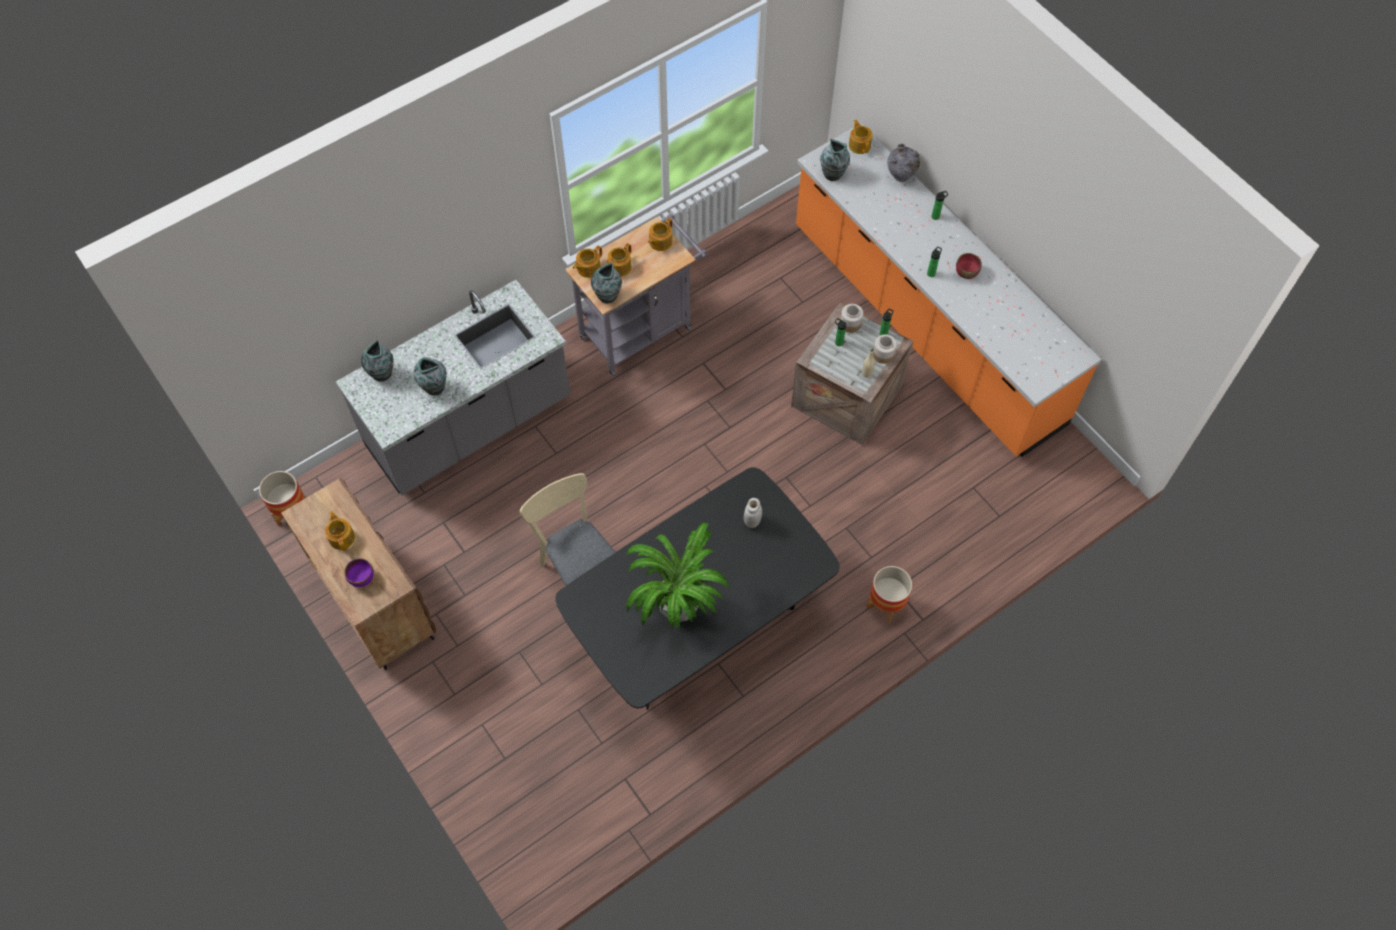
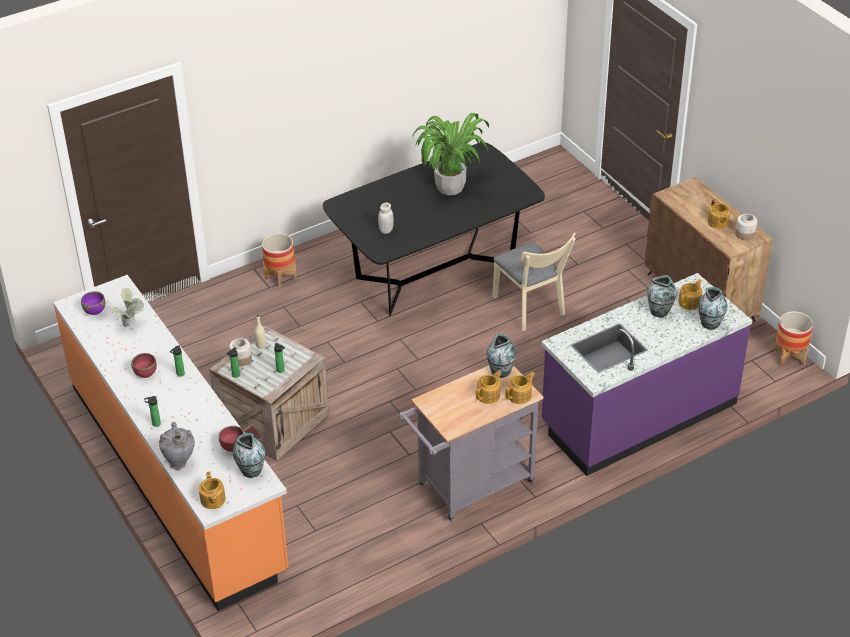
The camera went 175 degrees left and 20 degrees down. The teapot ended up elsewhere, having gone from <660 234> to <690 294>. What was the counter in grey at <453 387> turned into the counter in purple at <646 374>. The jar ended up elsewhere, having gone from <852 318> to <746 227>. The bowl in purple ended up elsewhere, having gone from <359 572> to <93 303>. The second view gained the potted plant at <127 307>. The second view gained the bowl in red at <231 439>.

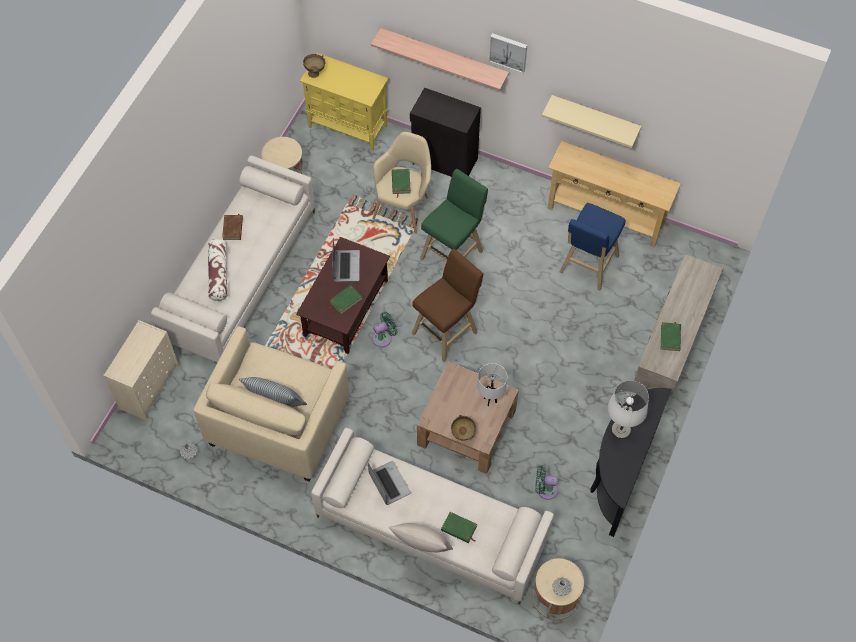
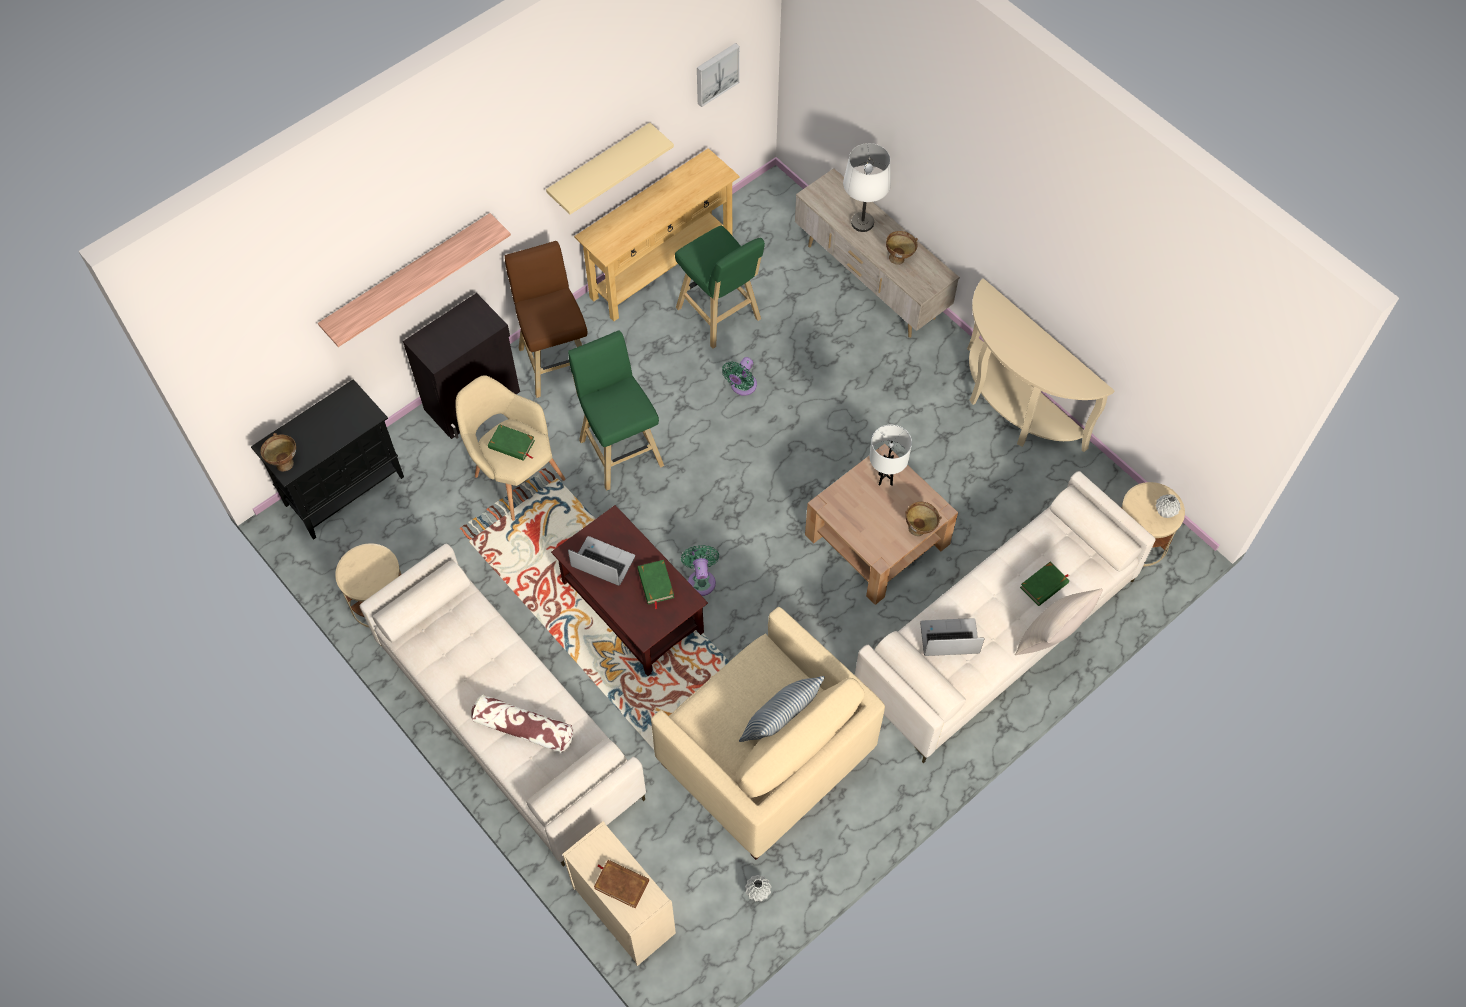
The camera went 65 degrees left and 0 degrees up. The picture ended up elsewhere, having gone from <508 53> to <718 75>. What was the cabinet in yellow at <344 102> turned into the cabinet in black at <327 459>. What was the stool in blue at <593 246> turned into the stool in green at <720 287>. The book in brown ended up elsewhere, having gone from <232 227> to <621 884>. The stool in brown ended up elsewhere, having gone from <447 305> to <546 319>. Where the book in green stood at <671 336>, the bowl in brown came to stand at <902 248>. The table lamp in white ended up elsewhere, having gone from <628 409> to <867 187>. What was the console table in black at <631 462> turned into the console table in beige at <1041 365>. The fan in green ended up elsewhere, having gone from <546 483> to <739 376>.

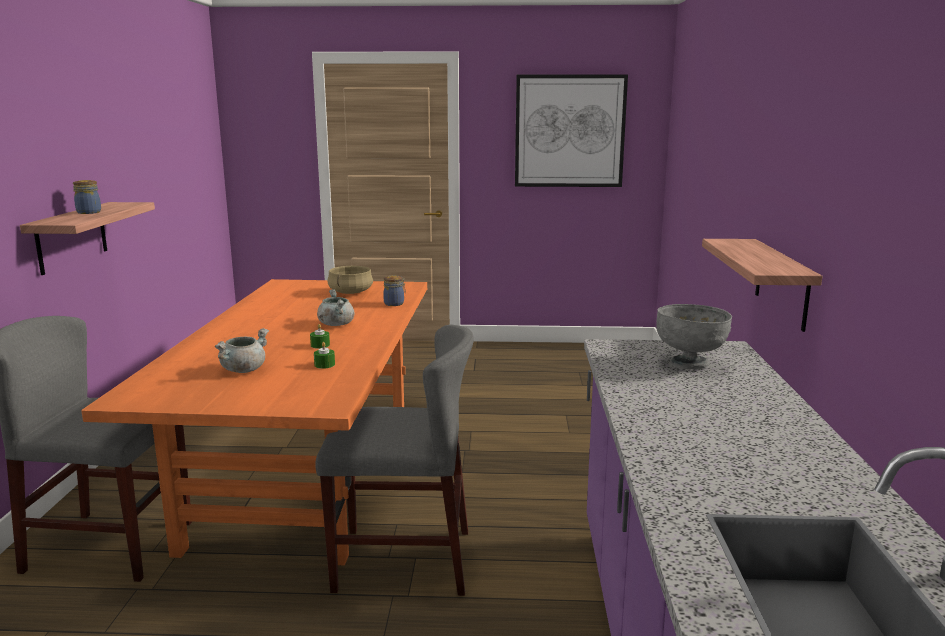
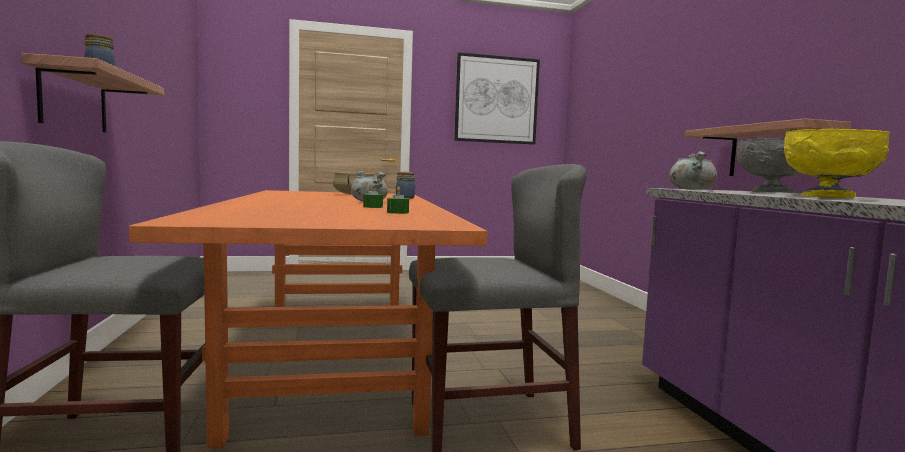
The camera went 15 degrees left and 10 degrees down. The cooking pot in grey ended up elsewhere, having gone from <242 350> to <693 170>. The second view gained the bowl in yellow at <837 163>.

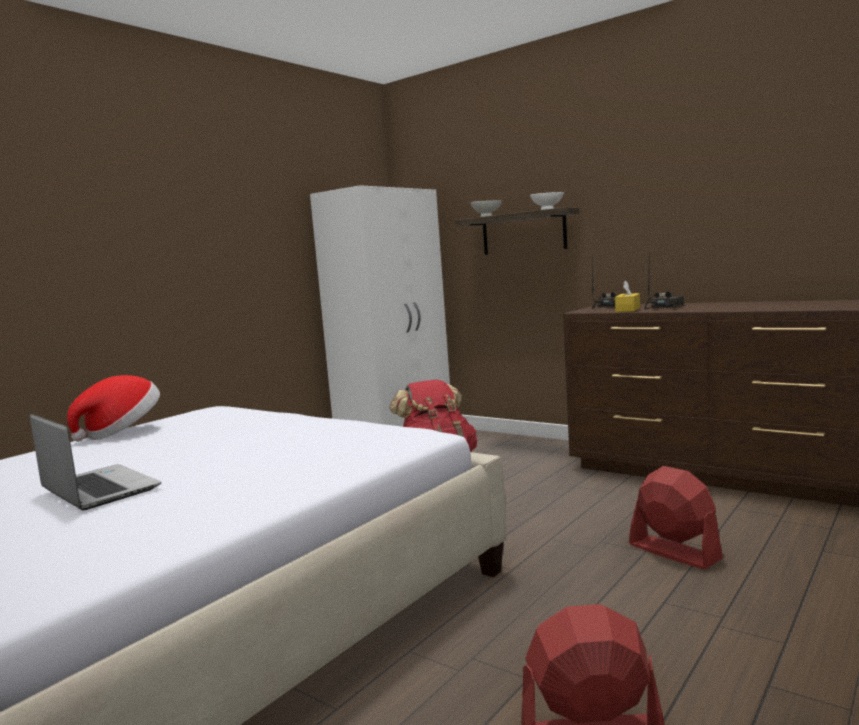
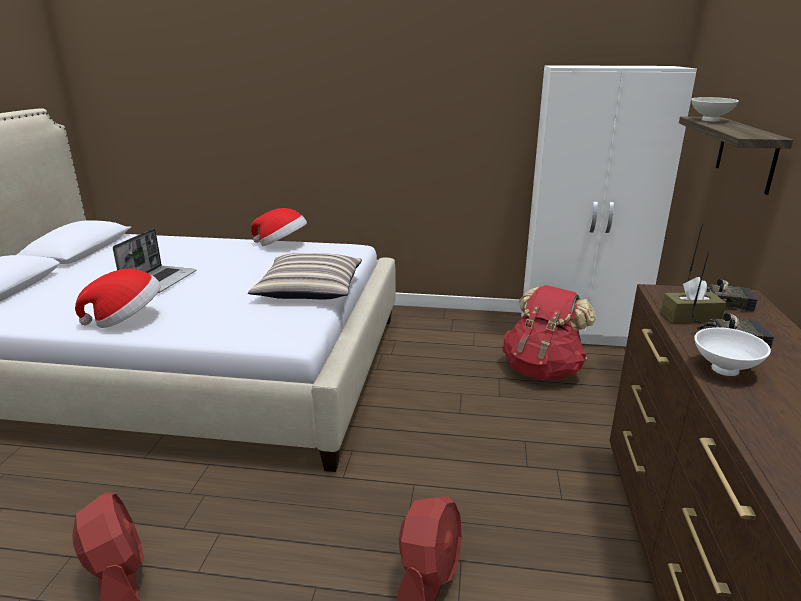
The camera went 60 degrees right and 15 degrees up. The bowl in white ended up elsewhere, having gone from <547 201> to <732 351>. What was the tissue box in yellow at <627 296> turned into the tissue box in brown at <693 300>. The second view gained the pillow at <305 276>. The second view gained the hat at <118 298>.

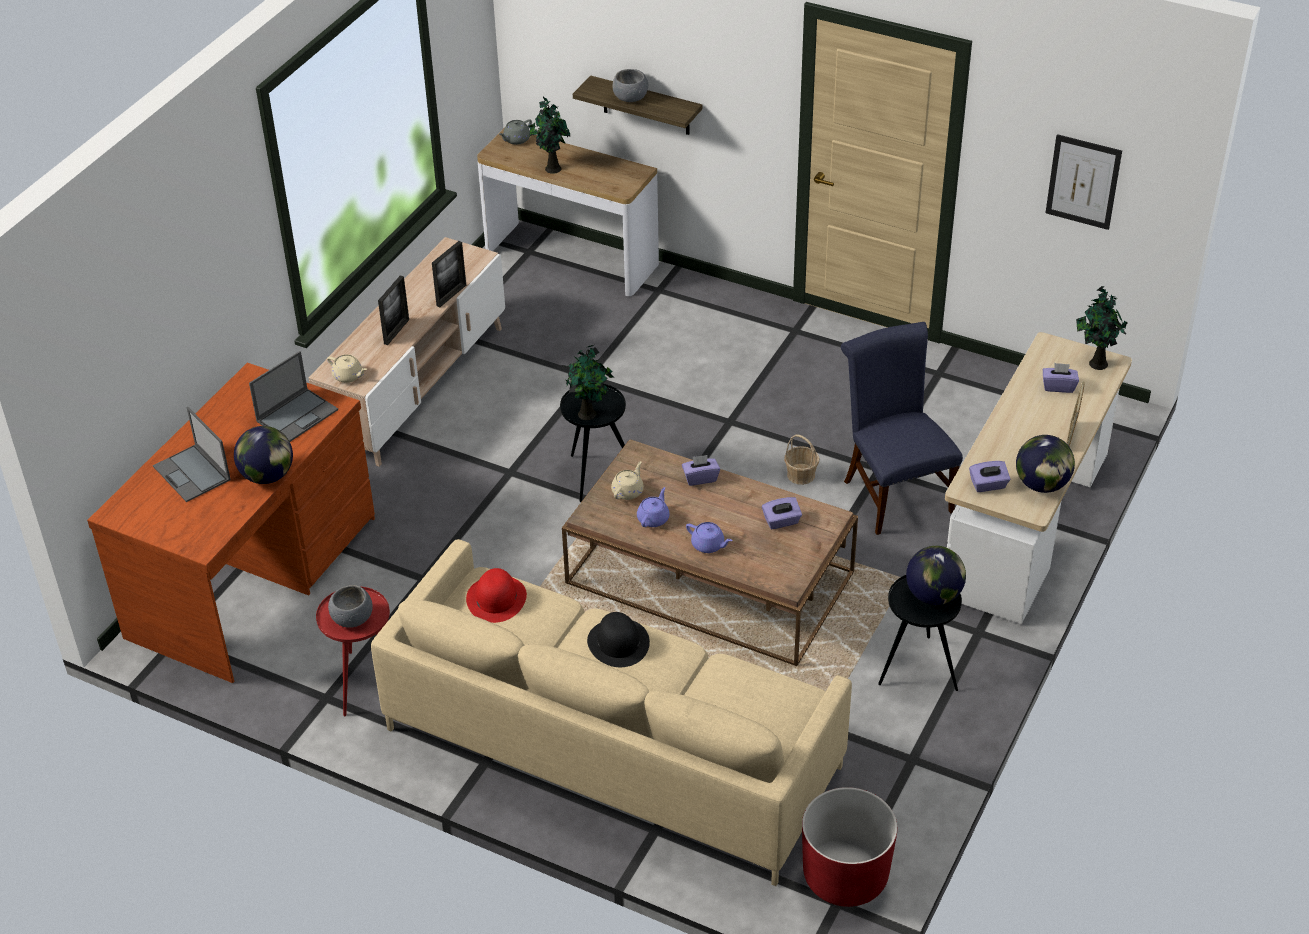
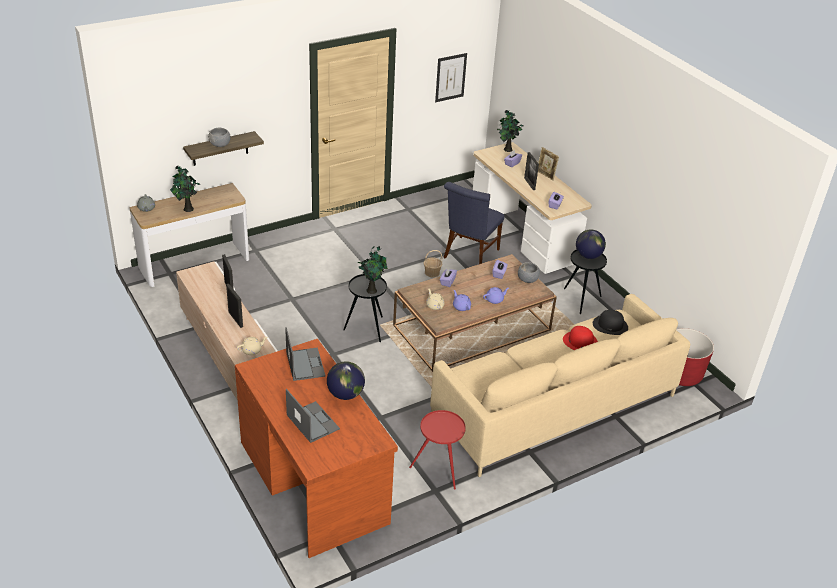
The camera went 60 degrees left and 5 degrees down. The chair in blue at <902 428> ended up facing another way, 75 degrees counterclockwise from before. The laptop at <192 454> ended up facing another way, 120 degrees counterclockwise from before. The second view lost the globe at <1045 464>. The hat in red ended up elsewhere, having gone from <496 595> to <580 338>. The bowl in grey ended up elsewhere, having gone from <350 606> to <529 272>. The hat in black ended up elsewhere, having gone from <618 639> to <610 322>. The second view gained the picture frame at <531 171>.

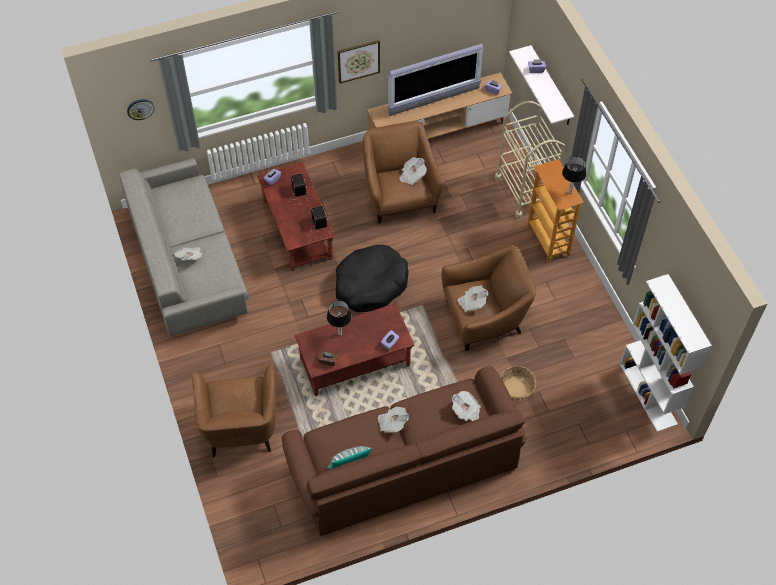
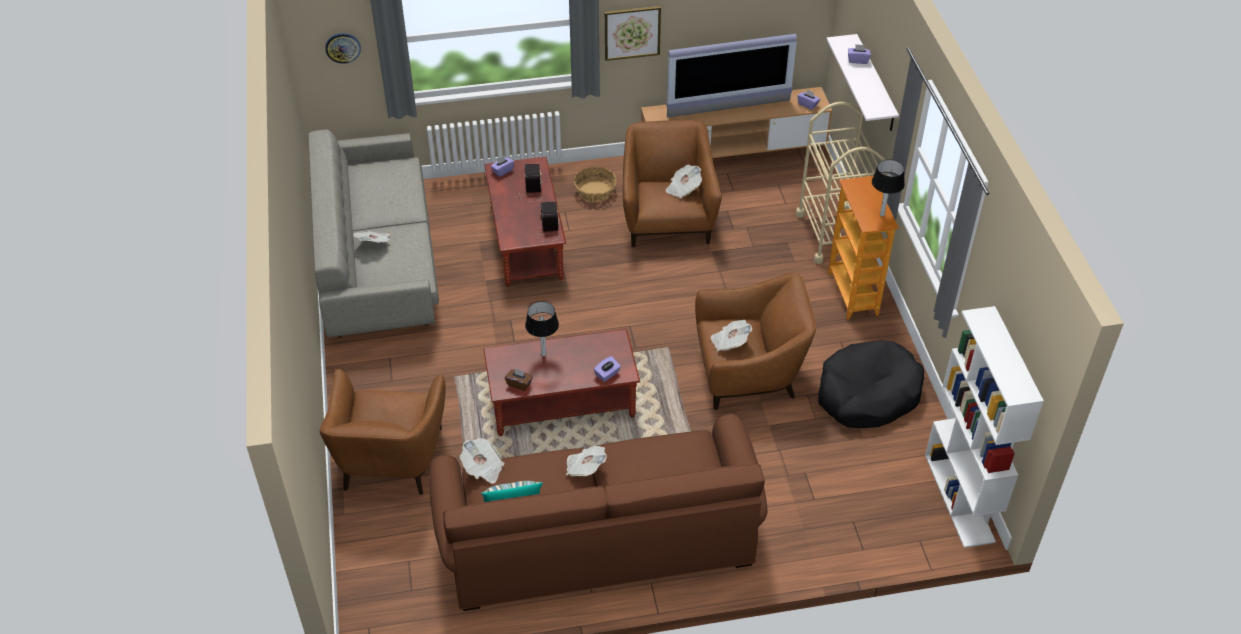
The camera went 10 degrees right and 10 degrees down. The dog bed in black ended up elsewhere, having gone from <372 278> to <871 384>. The basket ended up elsewhere, having gone from <518 383> to <595 184>. The newspaper ended up elsewhere, having gone from <466 406> to <482 461>.

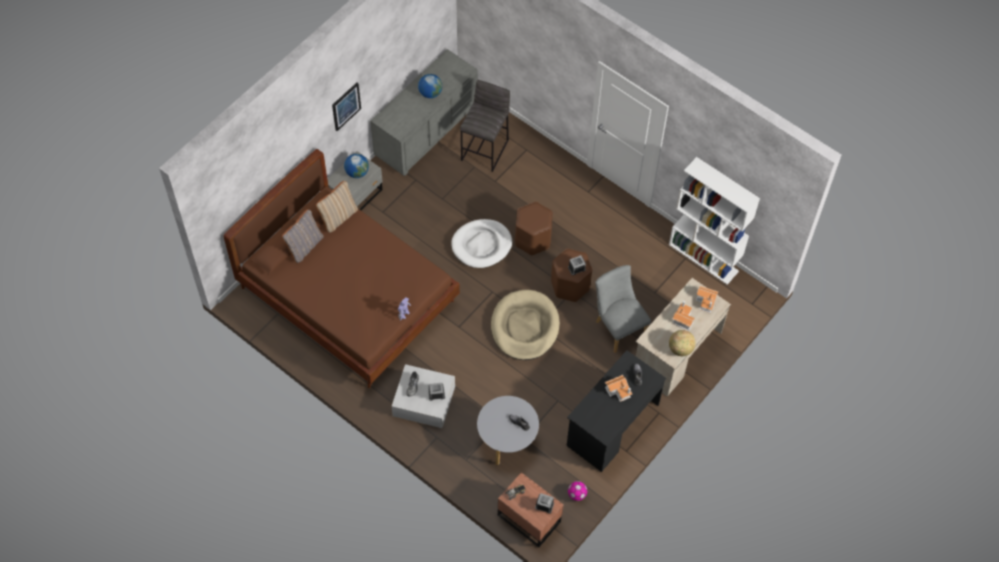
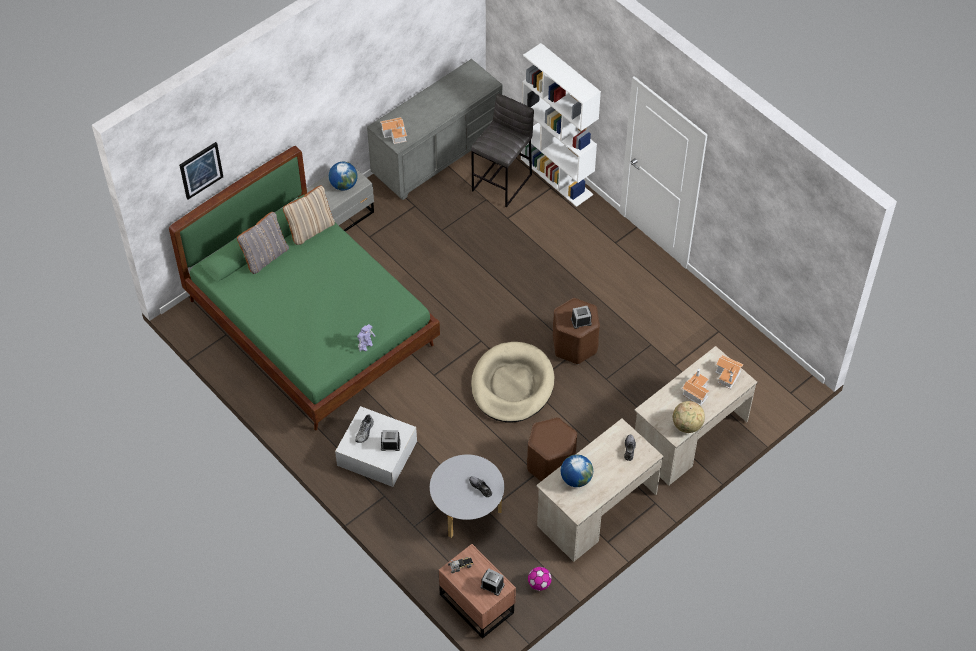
The camera went 10 degrees right and 5 degrees down. The globe ended up elsewhere, having gone from <430 86> to <577 470>. The picture ended up elsewhere, having gone from <346 107> to <201 170>. What was the bed in brown at <341 268> turned into the bed in green at <304 288>. The bookcase in white ended up elsewhere, having gone from <714 221> to <561 125>. The stool in brown ended up elsewhere, having gone from <534 229> to <552 449>. The second view lost the dog bed in white at <481 243>. The second view lost the chair in grey at <623 309>. What was the desk in black at <616 411> turned into the desk in beige at <600 490>. The toy house ended up elsewhere, having gone from <618 388> to <393 130>.

